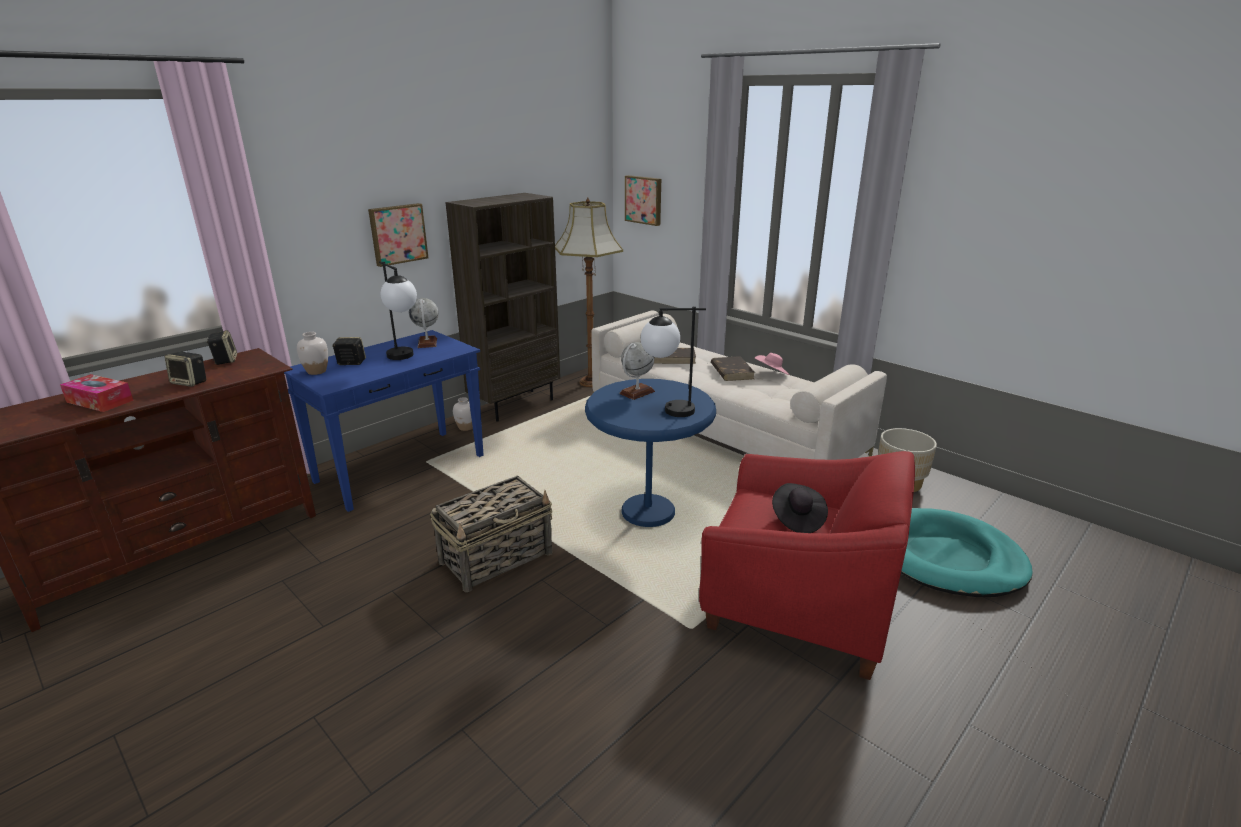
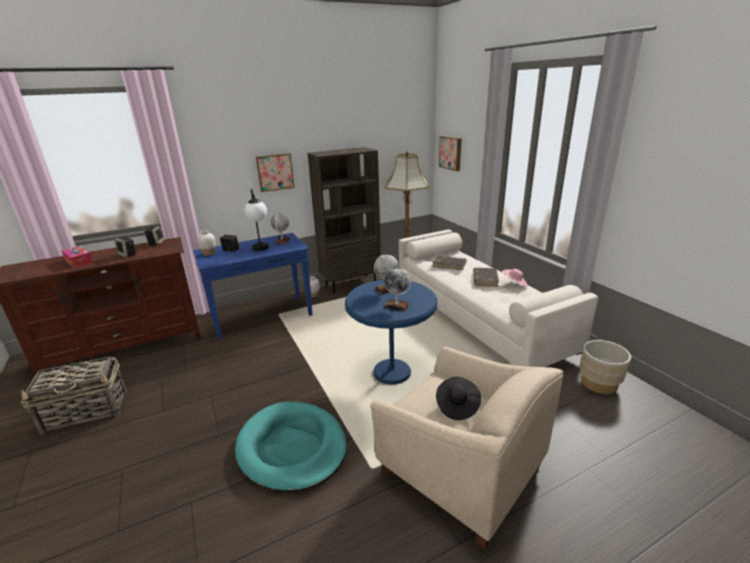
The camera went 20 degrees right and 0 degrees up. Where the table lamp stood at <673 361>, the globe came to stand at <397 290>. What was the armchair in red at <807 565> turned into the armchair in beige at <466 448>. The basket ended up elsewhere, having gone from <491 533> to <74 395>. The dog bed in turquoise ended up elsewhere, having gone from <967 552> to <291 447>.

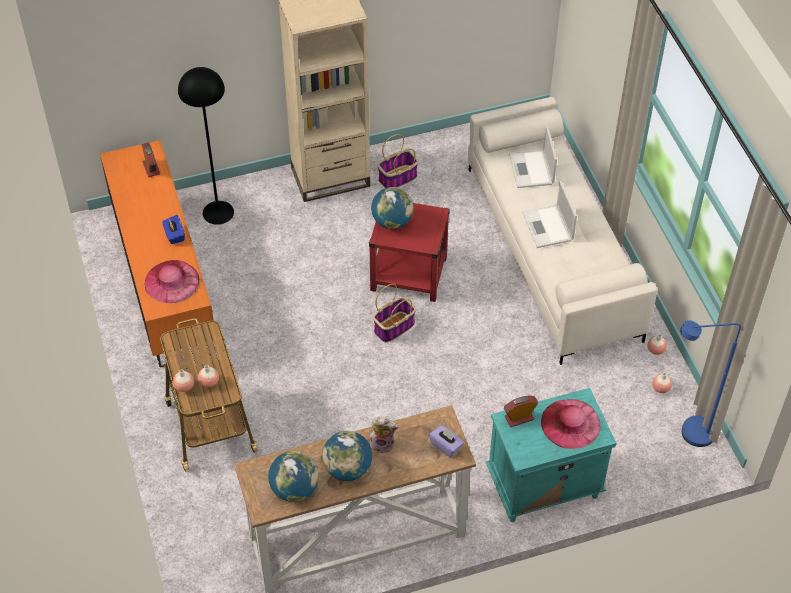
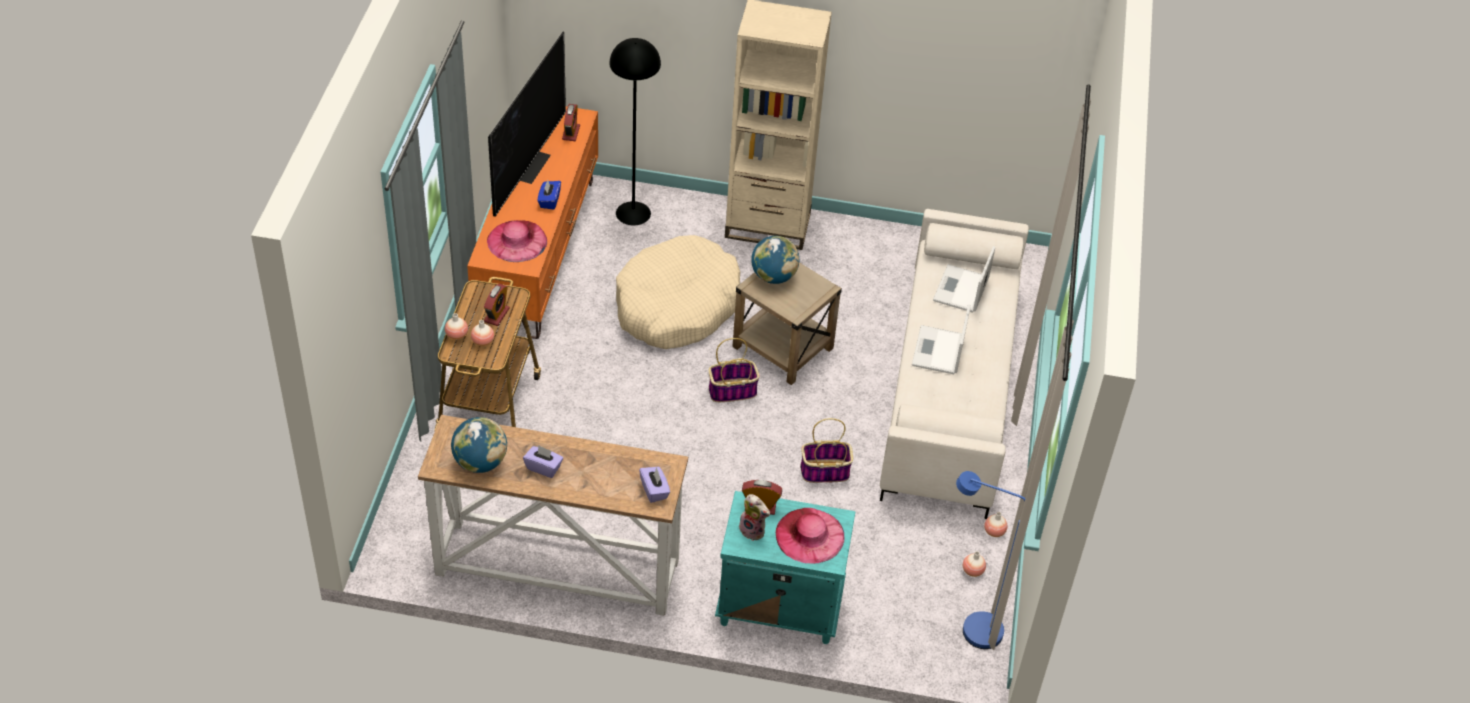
The camera went 25 degrees right and 5 degrees down. The basket ended up elsewhere, having gone from <398 161> to <826 450>. What was the side table in red at <409 252> turned into the side table in beige at <787 324>. The plush toy ended up elsewhere, having gone from <384 435> to <754 517>. Where the globe stood at <347 456>, the tissue box in purple came to stand at <543 461>. The second view gained the television at <527 124>. The second view gained the dog bed in beige at <678 292>. The second view gained the alarm clock at <497 305>.

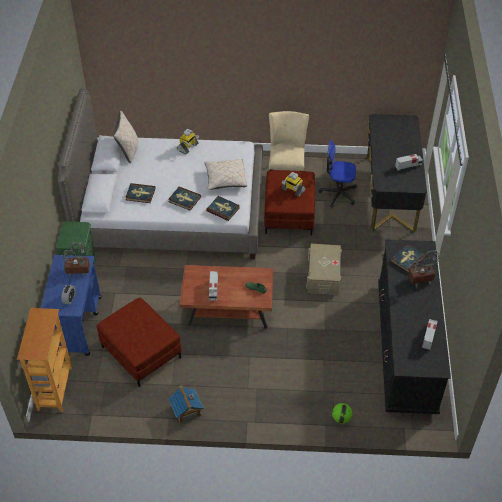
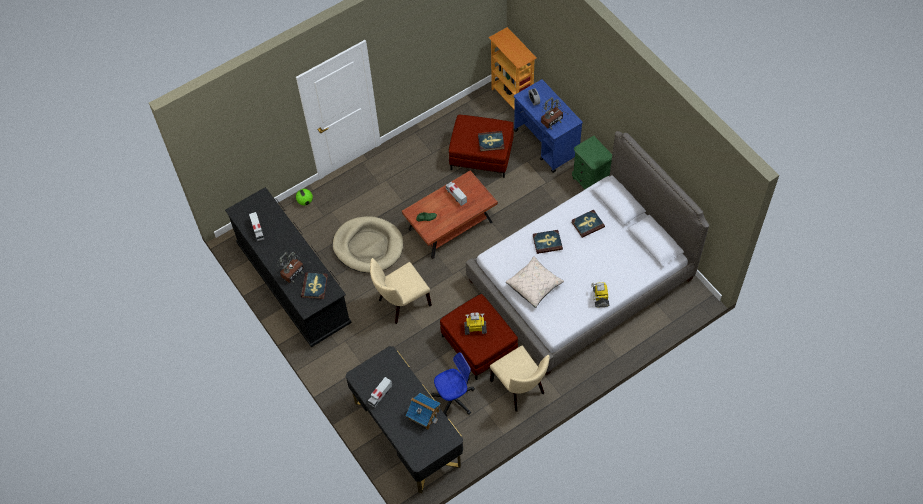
The camera went 145 degrees right and 10 degrees up. The second view lost the pillow in beige at <126 137>. The book ended up elsewhere, having gone from <223 208> to <491 141>. Where the storage box in beige stood at <324 269>, the chair in beige came to stand at <401 291>. The toy house ended up elsewhere, having gone from <186 404> to <423 411>. The second view gained the dog bed in beige at <367 244>.

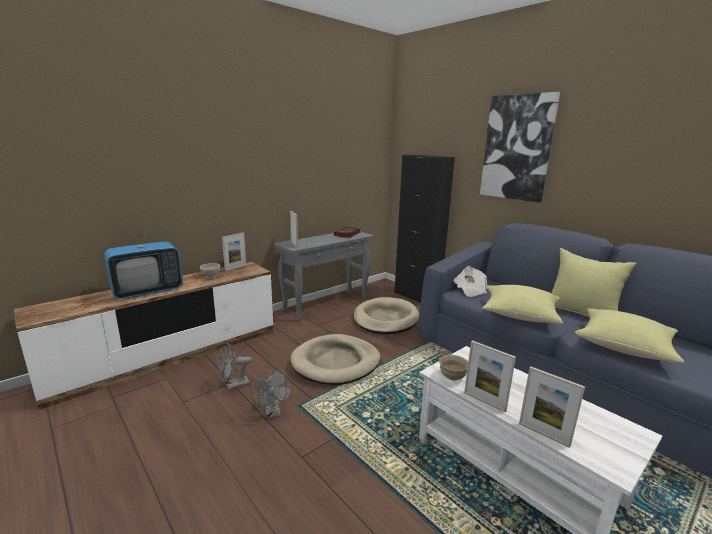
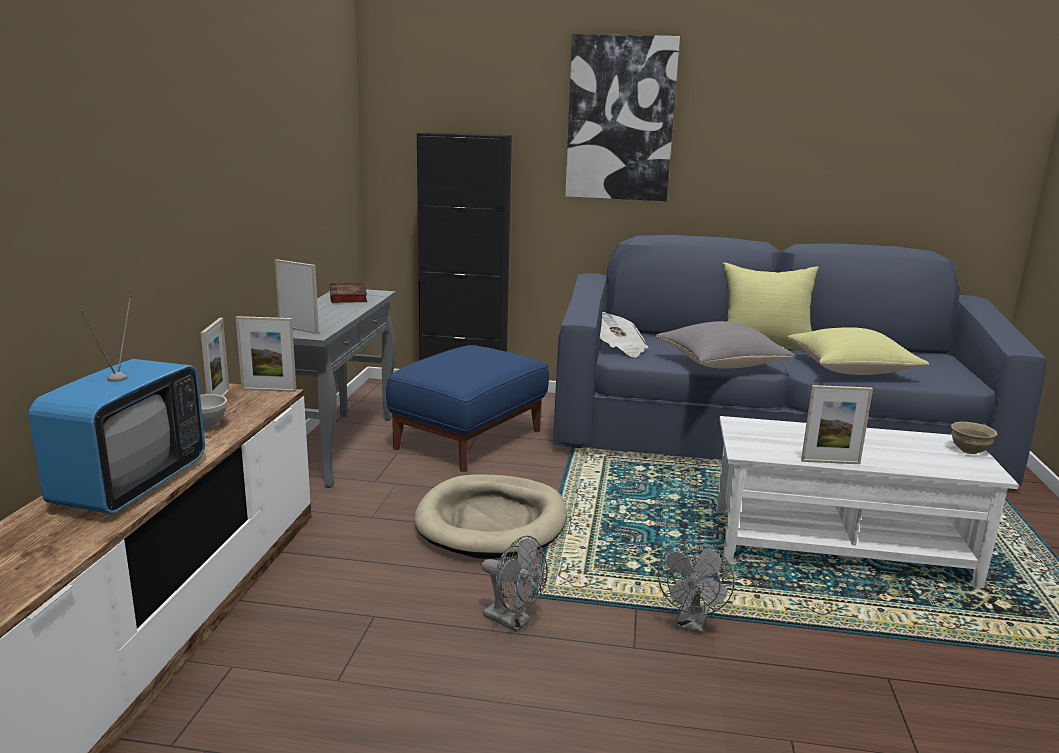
The camera went 40 degrees left and 0 degrees up. What was the pillow in yellow at <523 304> turned into the pillow in grey at <726 345>. Where the dog bed in beige stood at <386 315>, the ottoman in blue came to stand at <467 408>. The fan in grey ended up elsewhere, having gone from <234 366> to <696 587>. The bowl in beige ended up elsewhere, having gone from <453 367> to <974 438>. The picture frame ended up elsewhere, having gone from <552 407> to <266 354>.

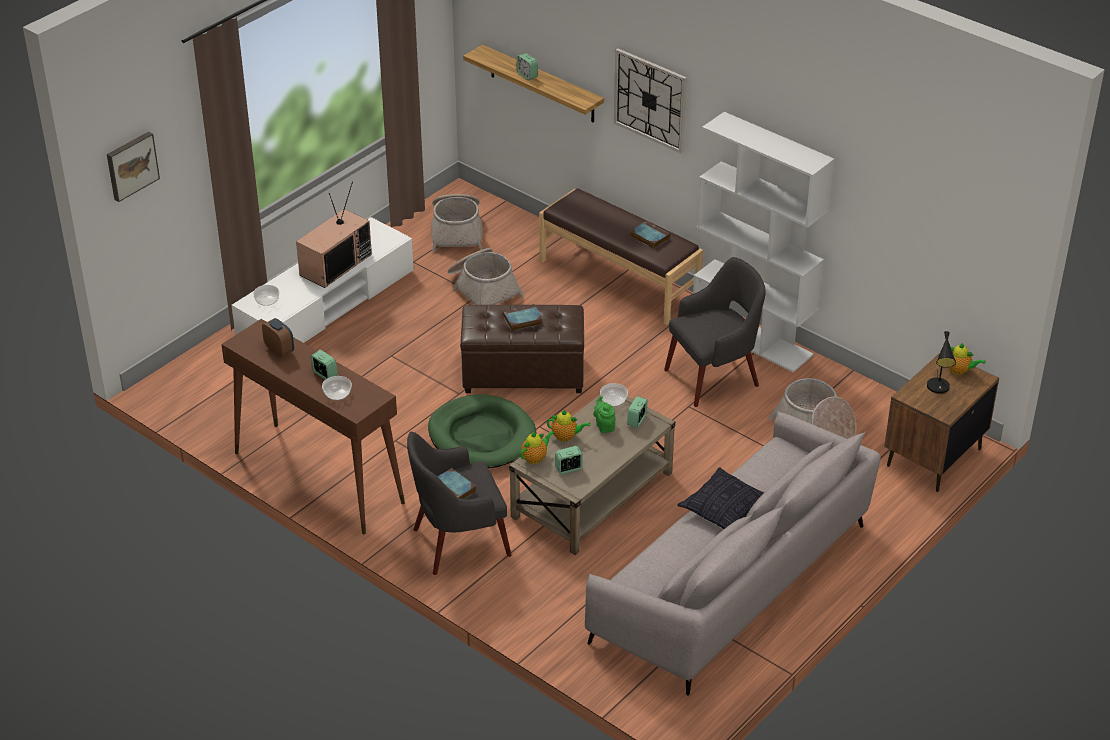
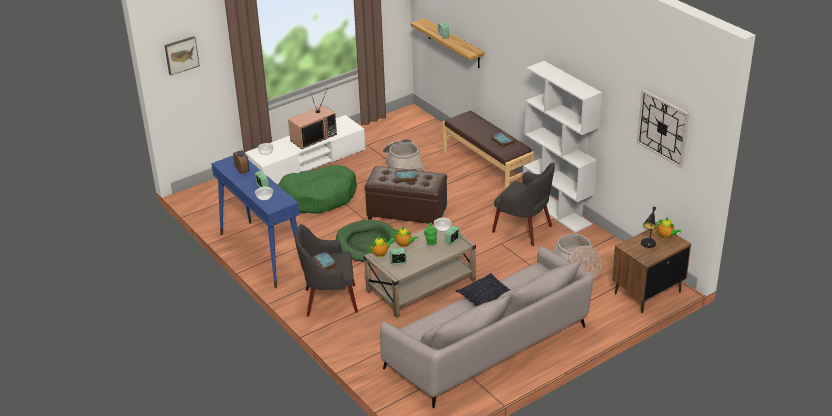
The camera went 15 degrees right and 5 degrees down. The wall clock ended up elsewhere, having gone from <650 100> to <663 128>. The second view lost the basket at <457 223>. The armchair in grey at <715 332> ended up facing another way, 45 degrees clockwise from before. What was the console table in brown at <313 426> turned into the console table in blue at <255 222>. The second view gained the dog bed in green at <317 189>.

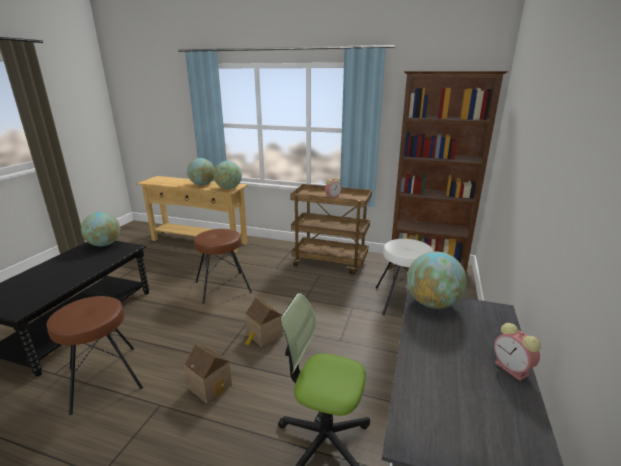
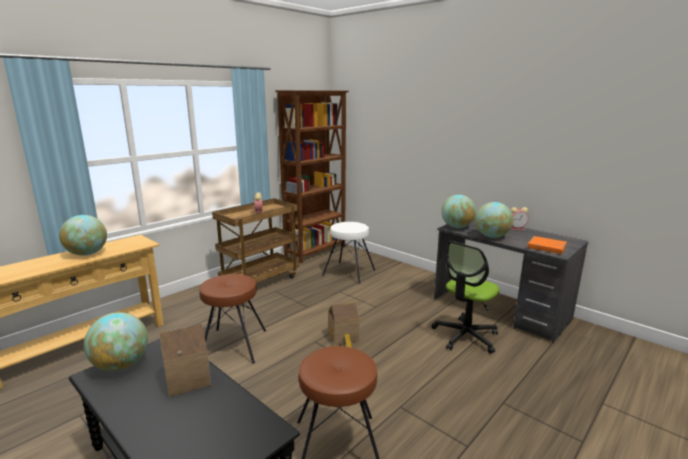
The camera went 65 degrees left and 5 degrees down. The globe ended up elsewhere, having gone from <227 175> to <494 220>. The toy house ended up elsewhere, having gone from <208 374> to <185 360>. The second view gained the book in orange at <547 245>.

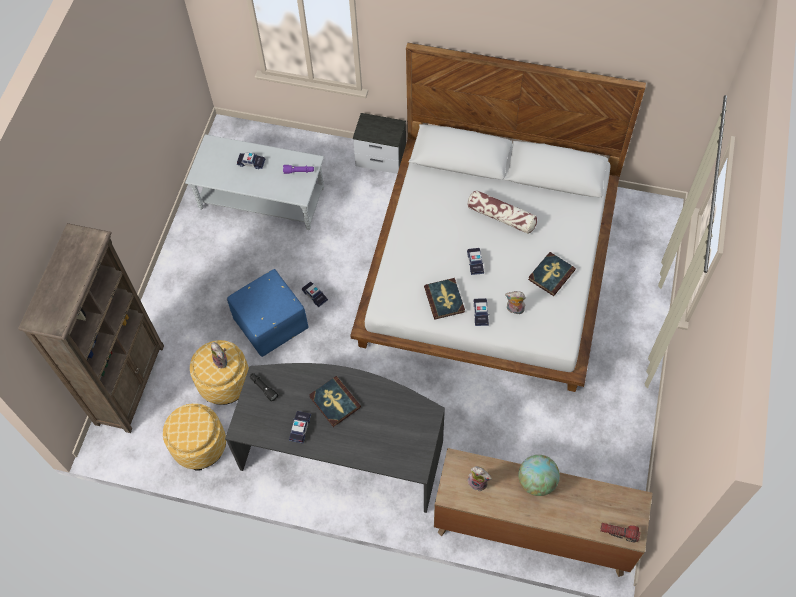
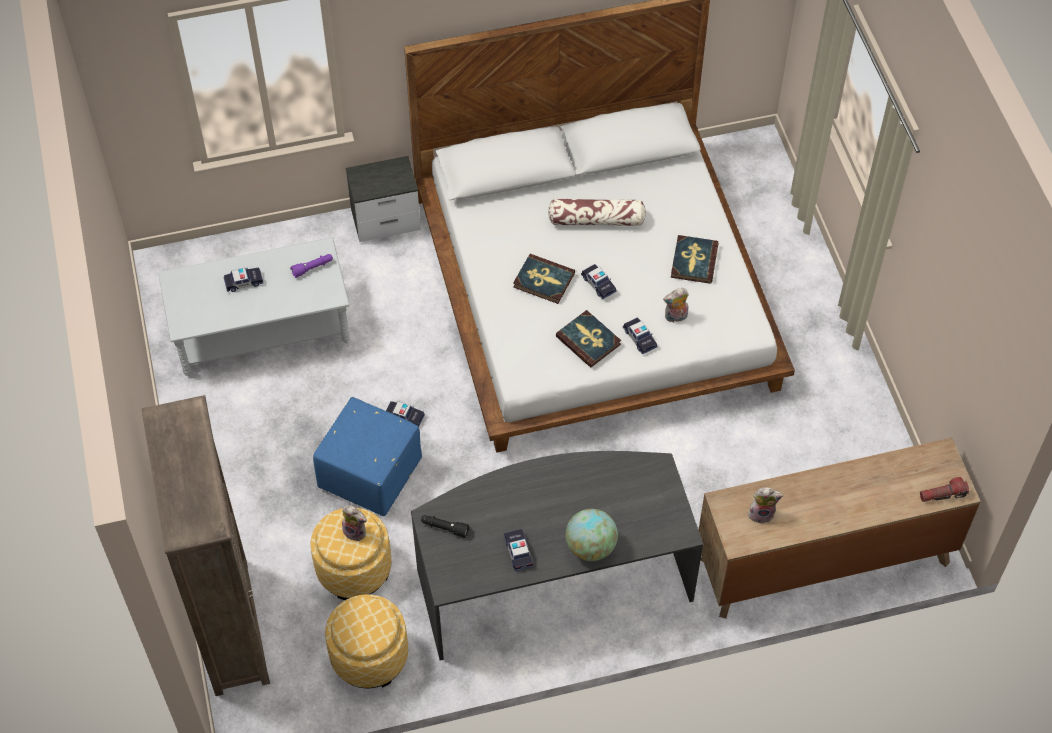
The camera went 30 degrees left and 5 degrees down. The book ended up elsewhere, having gone from <335 401> to <544 279>. The globe ended up elsewhere, having gone from <539 475> to <591 535>.

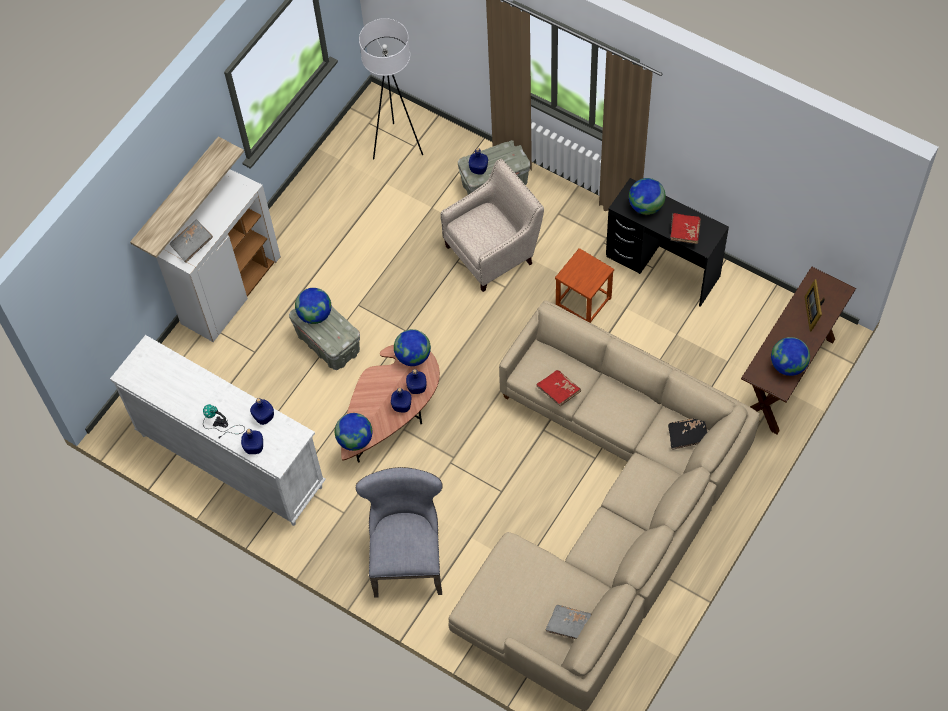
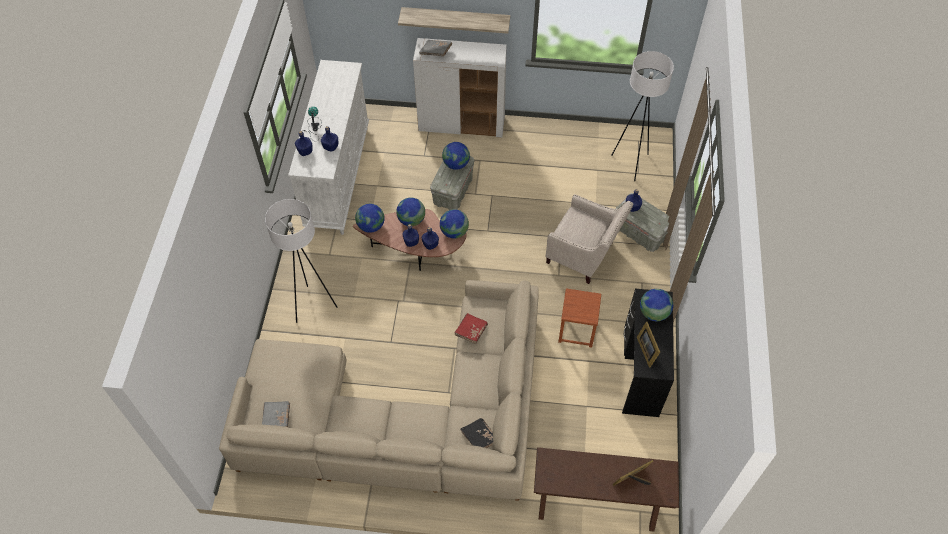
The camera went 60 degrees right and 5 degrees down. Where the book in red stood at <685 228>, the picture frame came to stand at <648 345>. The globe ended up elsewhere, having gone from <790 356> to <410 212>. Where the chair in grey stood at <399 532>, the floor lamp in white came to stand at <301 261>.

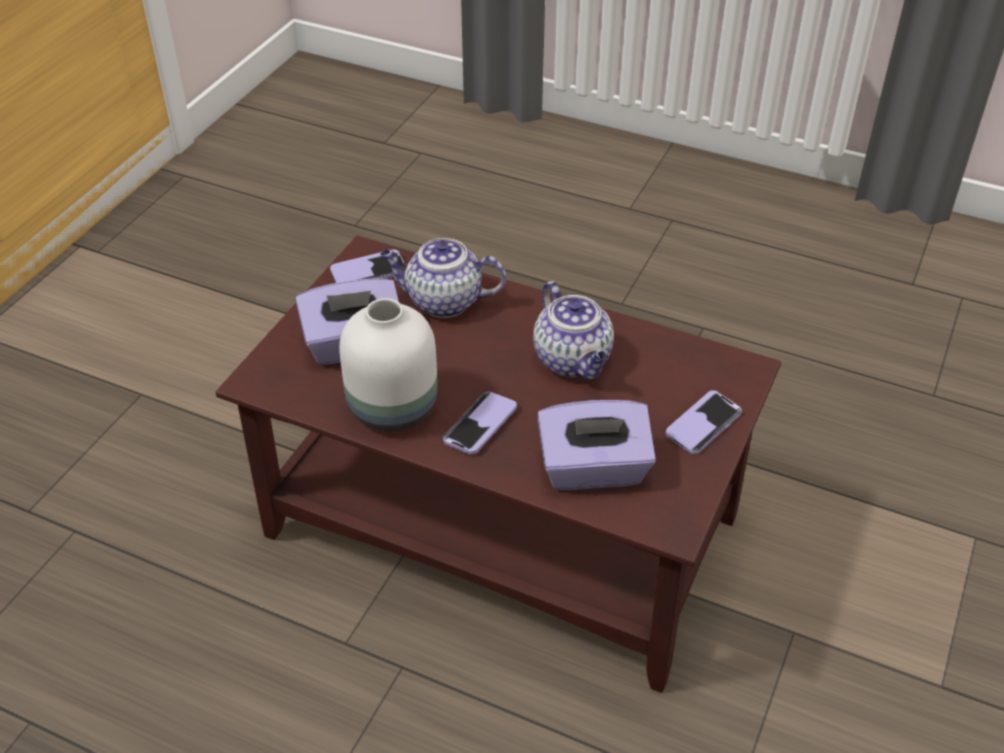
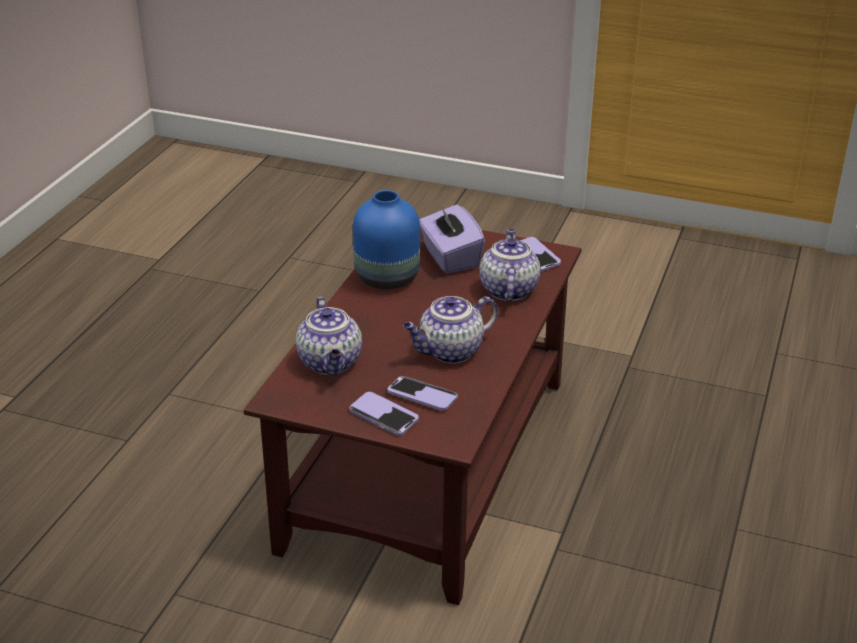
The camera went 85 degrees right and 10 degrees down. What was the vase in white at <388 365> turned into the vase in blue at <386 239>. The phone ended up elsewhere, having gone from <480 423> to <422 393>. Where the tissue box in purple stood at <596 445>, the teapot came to stand at <329 336>.

